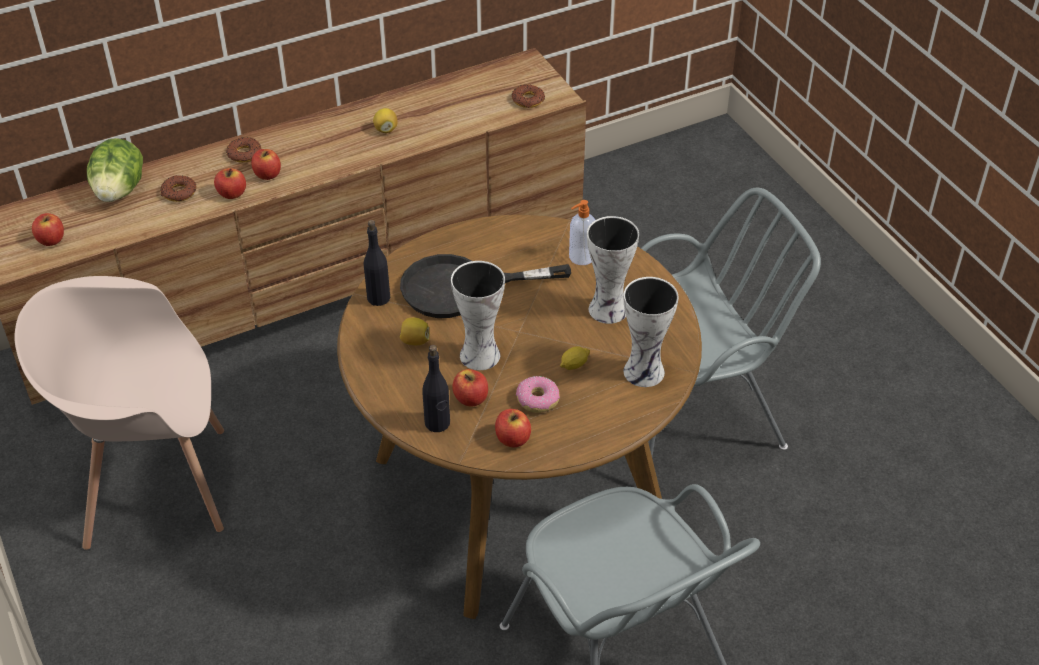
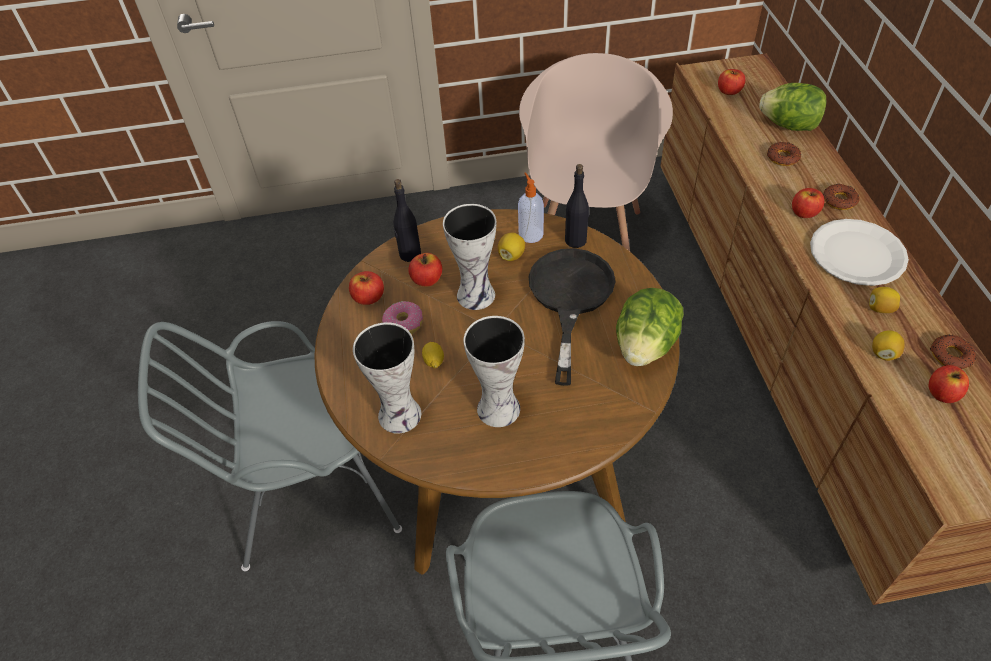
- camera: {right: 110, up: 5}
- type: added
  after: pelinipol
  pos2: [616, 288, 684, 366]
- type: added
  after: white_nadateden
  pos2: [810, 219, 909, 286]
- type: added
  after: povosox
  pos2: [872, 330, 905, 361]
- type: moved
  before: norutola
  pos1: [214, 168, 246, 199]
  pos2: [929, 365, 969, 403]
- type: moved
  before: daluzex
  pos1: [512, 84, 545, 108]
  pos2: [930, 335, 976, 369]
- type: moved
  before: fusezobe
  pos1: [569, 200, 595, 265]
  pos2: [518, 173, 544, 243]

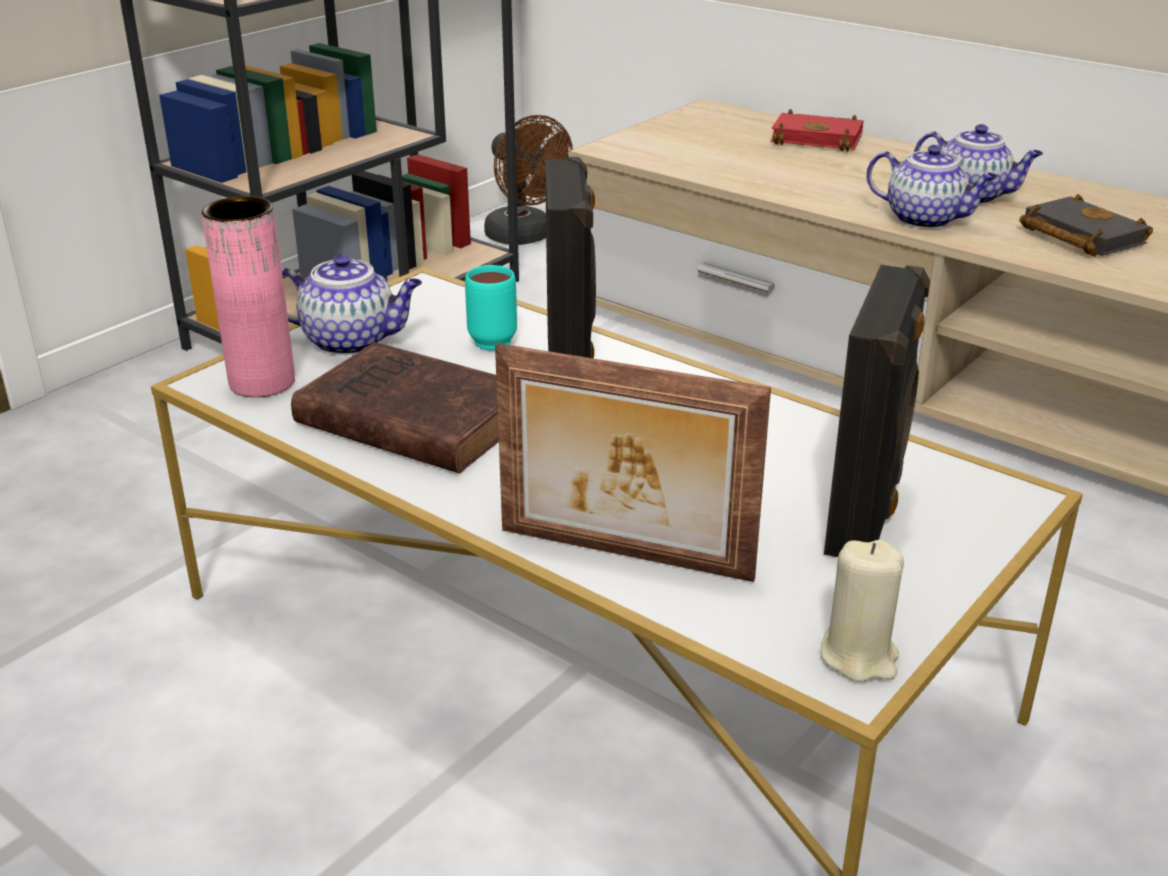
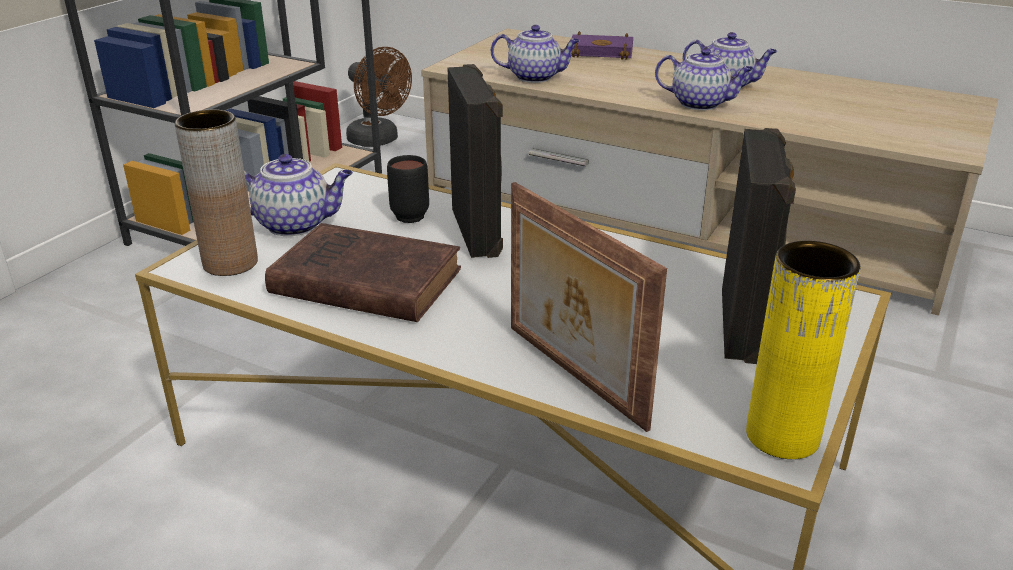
- camera: {right: -10, up: 0}
- type: removed
  before: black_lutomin
  pos1: [1019, 194, 1153, 257]
- type: added
  after: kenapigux
  pos2: [491, 25, 580, 83]
- type: replaced
  before: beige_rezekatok
  after: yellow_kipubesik
  pos1: [820, 540, 904, 682]
  pos2: [746, 241, 861, 459]
- type: recoloured
  before: pink_kipubesik
  after: brown_kipubesik
  pos1: [201, 196, 295, 397]
  pos2: [175, 110, 258, 276]
- type: recoloured
  before: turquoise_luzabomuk
  after: black_luzabomuk
  pos1: [465, 265, 517, 351]
  pos2: [387, 155, 429, 223]
- type: recoloured
  before: red_lutomin
  after: purple_lutomin
  pos1: [771, 109, 863, 151]
  pos2: [571, 31, 633, 60]
- type: turned
  before: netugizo
  pos1: [495, 343, 771, 582]
  pos2: [511, 182, 667, 432]
  turn: 45

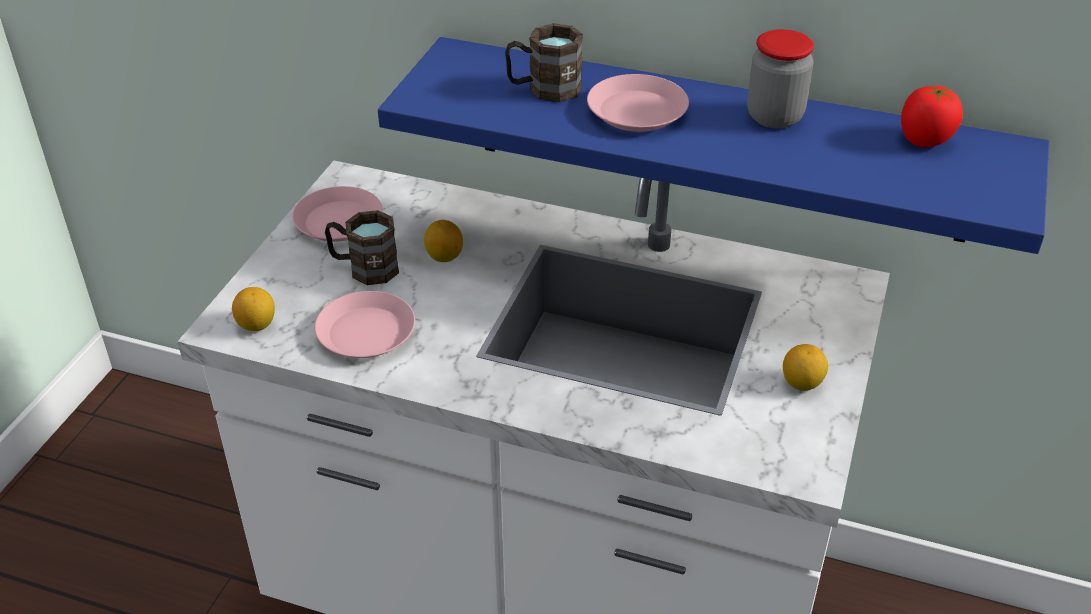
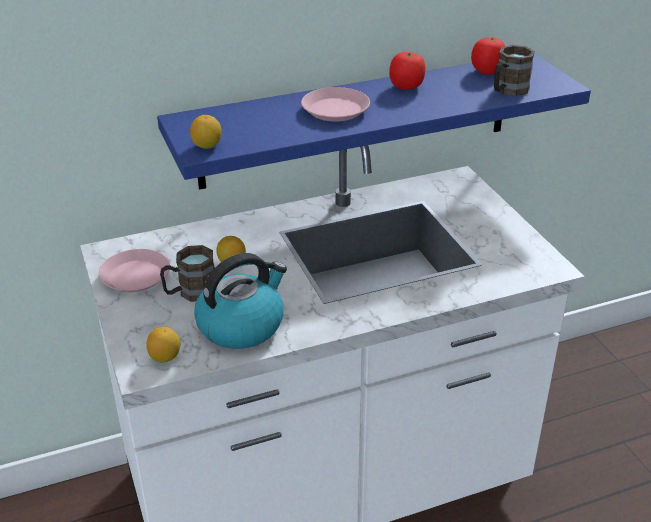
- camera: {right: -40, up: -5}
- type: moved
  before: brown_luzabomuk
  pos1: [505, 23, 583, 102]
  pos2: [494, 45, 535, 96]
- type: moved
  before: povosox
  pos1: [783, 344, 828, 391]
  pos2: [190, 115, 221, 149]
- type: replaced
  before: pink_nadateden
  after: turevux
  pos1: [315, 291, 415, 358]
  pos2: [194, 253, 287, 349]
- type: replaced
  before: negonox
  after: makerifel
  pos1: [747, 29, 814, 129]
  pos2: [389, 52, 426, 90]

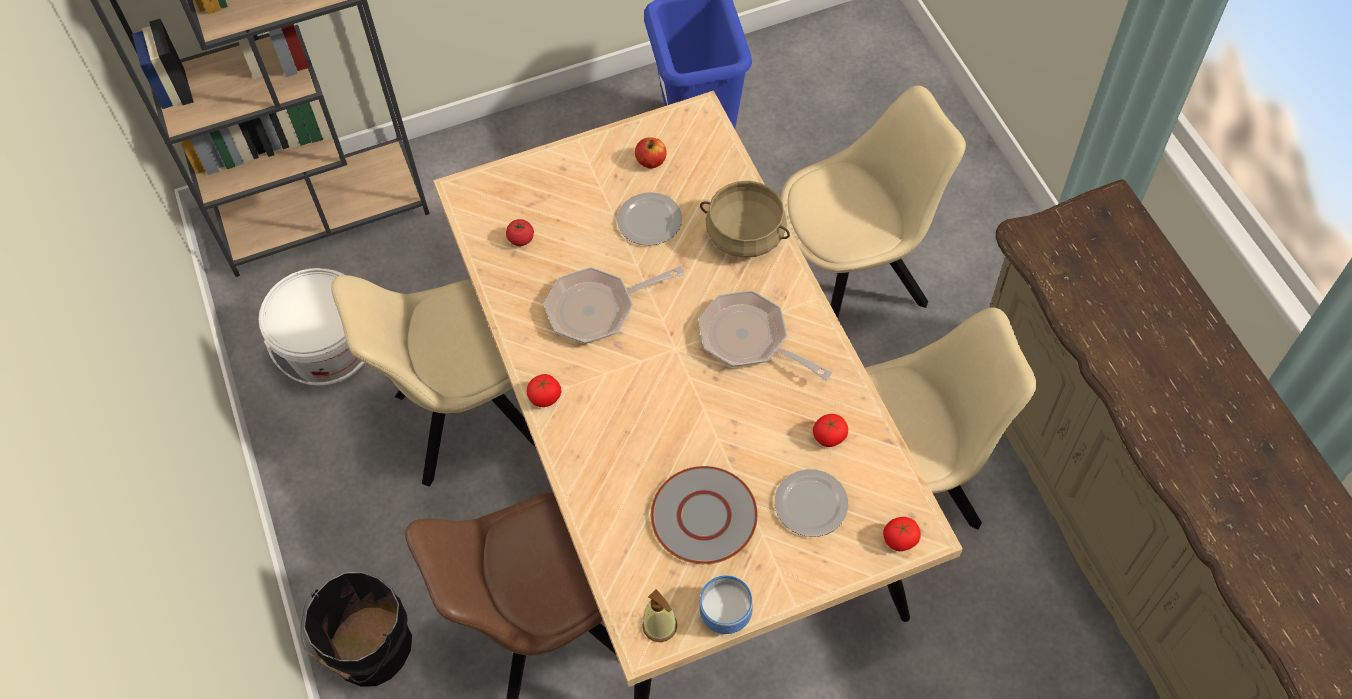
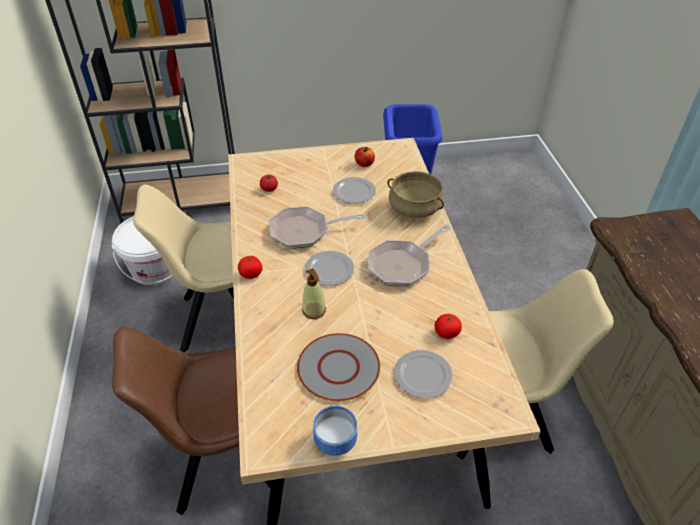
- camera: {right: 10, up: -15}
- type: removed
  before: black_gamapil
  pos1: [300, 572, 412, 687]
- type: removed
  before: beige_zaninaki
  pos1: [780, 85, 966, 318]
- type: removed
  before: makerifel
  pos1: [883, 517, 921, 551]
- type: added
  after: nadateden
  pos2: [305, 251, 354, 286]
- type: moved
  before: fusezobe
  pos1: [642, 589, 677, 642]
  pos2: [302, 268, 326, 319]
- type: turned
  before: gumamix
  pos1: [699, 291, 832, 381]
  pos2: [368, 224, 452, 286]
  turn: -90

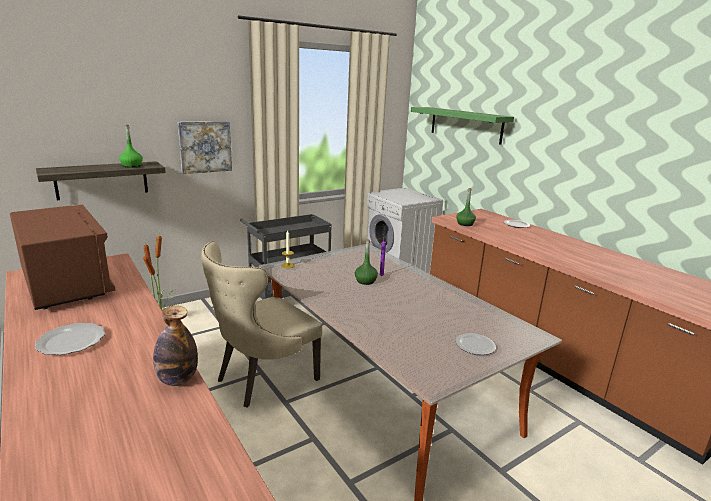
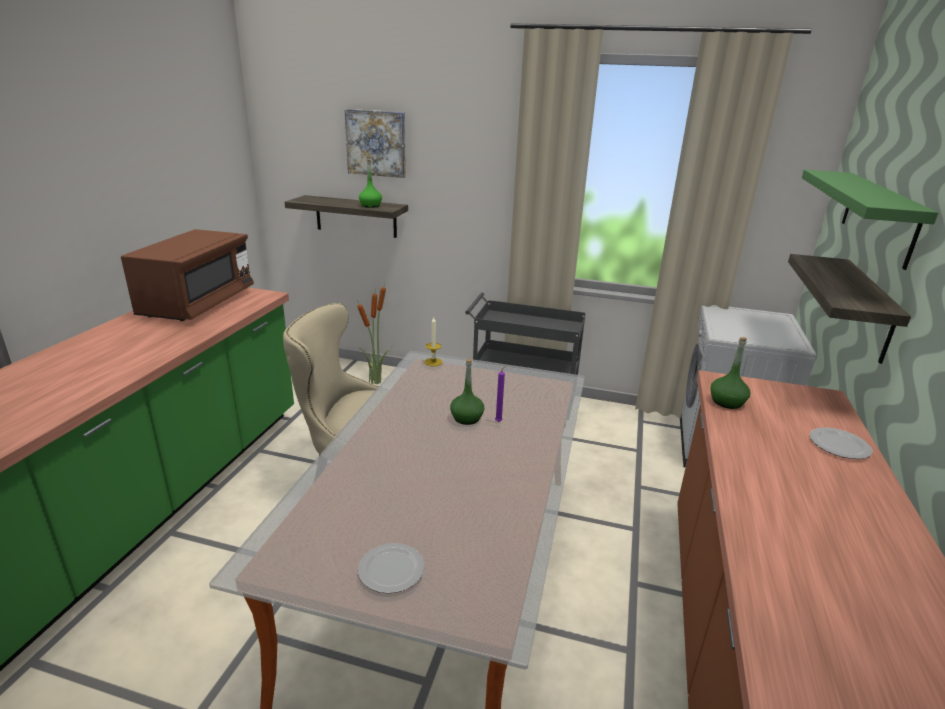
- camera: {right: 50, up: 5}
- type: removed
  before: nadateden
  pos1: [35, 323, 105, 355]
- type: removed
  before: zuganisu
  pos1: [153, 306, 198, 386]
- type: added
  after: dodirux
  pos2: [788, 254, 911, 364]
- type: moved
  before: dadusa
  pos1: [178, 121, 232, 174]
  pos2: [345, 109, 406, 178]

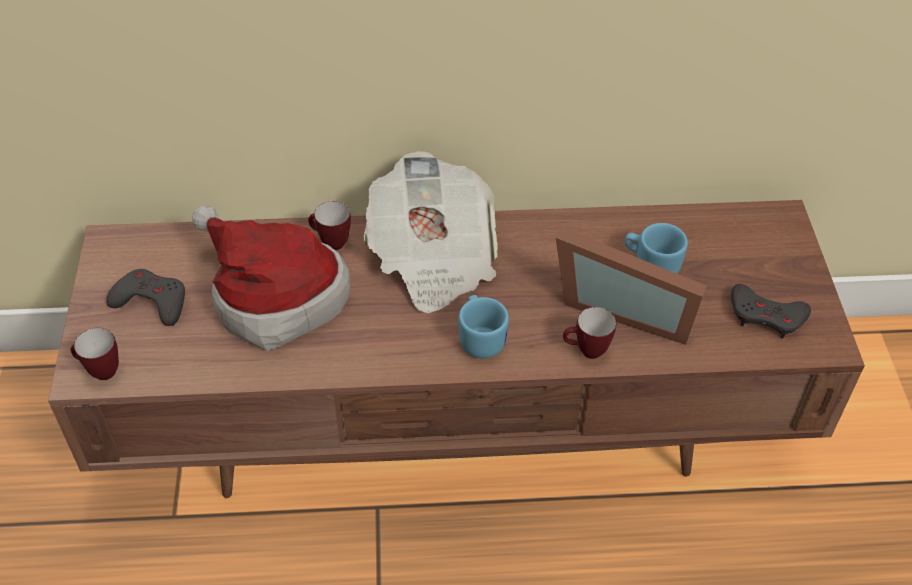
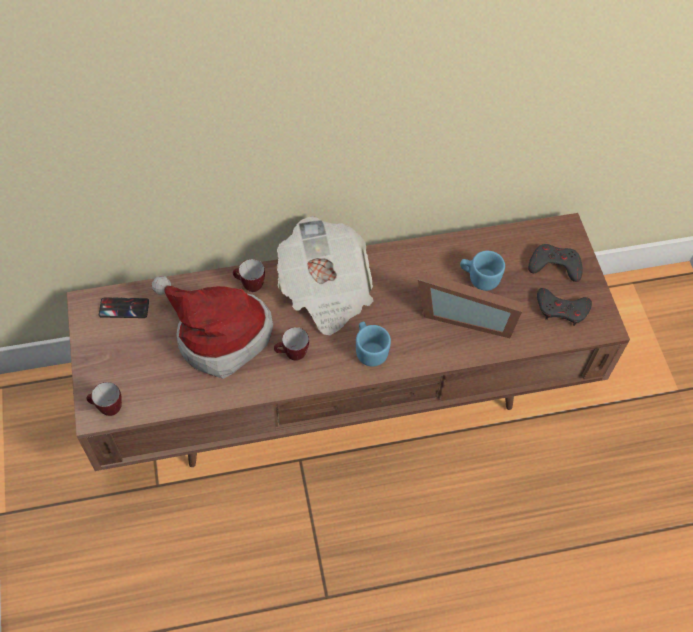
- camera: {right: -10, up: 10}
- type: added
  after: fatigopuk
  pos2: [99, 297, 149, 318]
- type: moved
  before: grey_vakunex
  pos1: [106, 269, 185, 326]
  pos2: [528, 244, 583, 282]
- type: moved
  before: luzabomuk
  pos1: [563, 307, 616, 359]
  pos2: [274, 327, 309, 361]

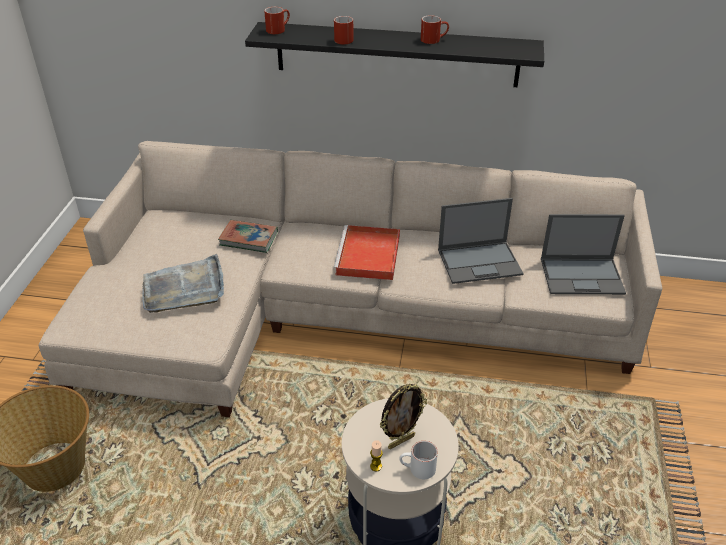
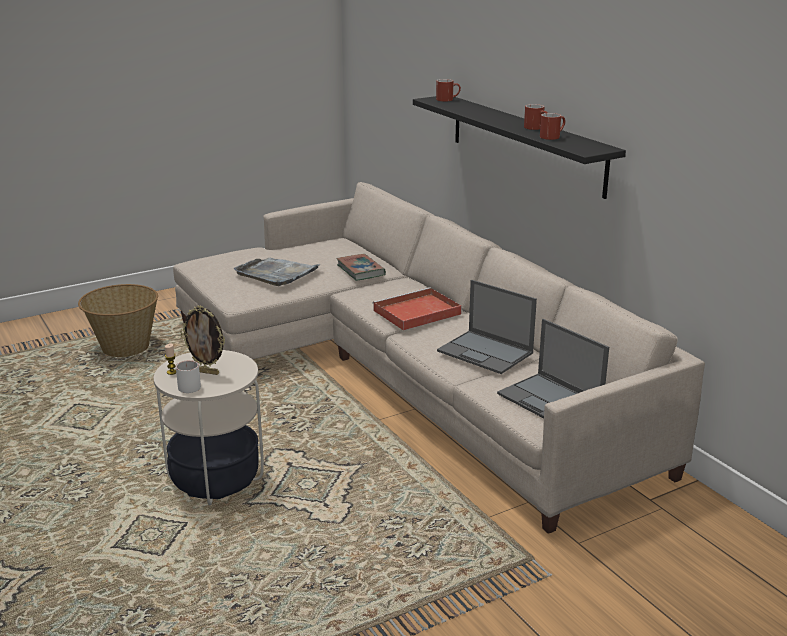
- camera: {right: 50, up: -15}
- type: moved
  before: red_luzabomuk
  pos1: [334, 16, 354, 44]
  pos2: [540, 113, 565, 140]

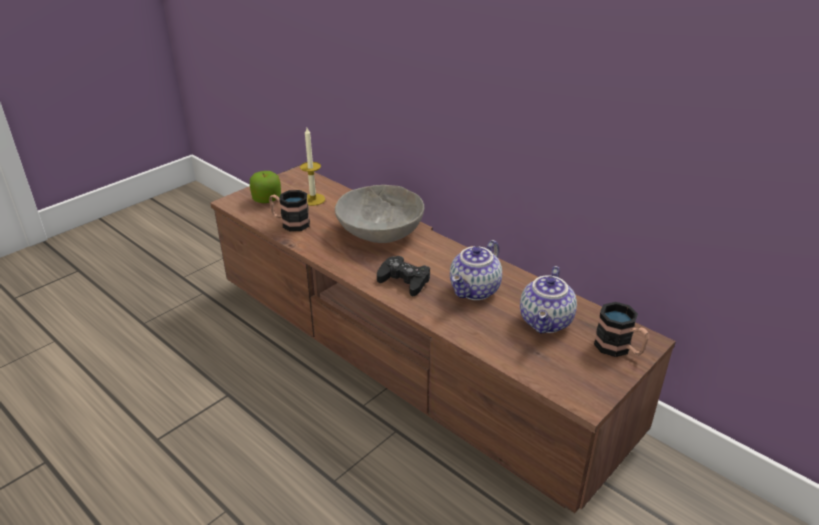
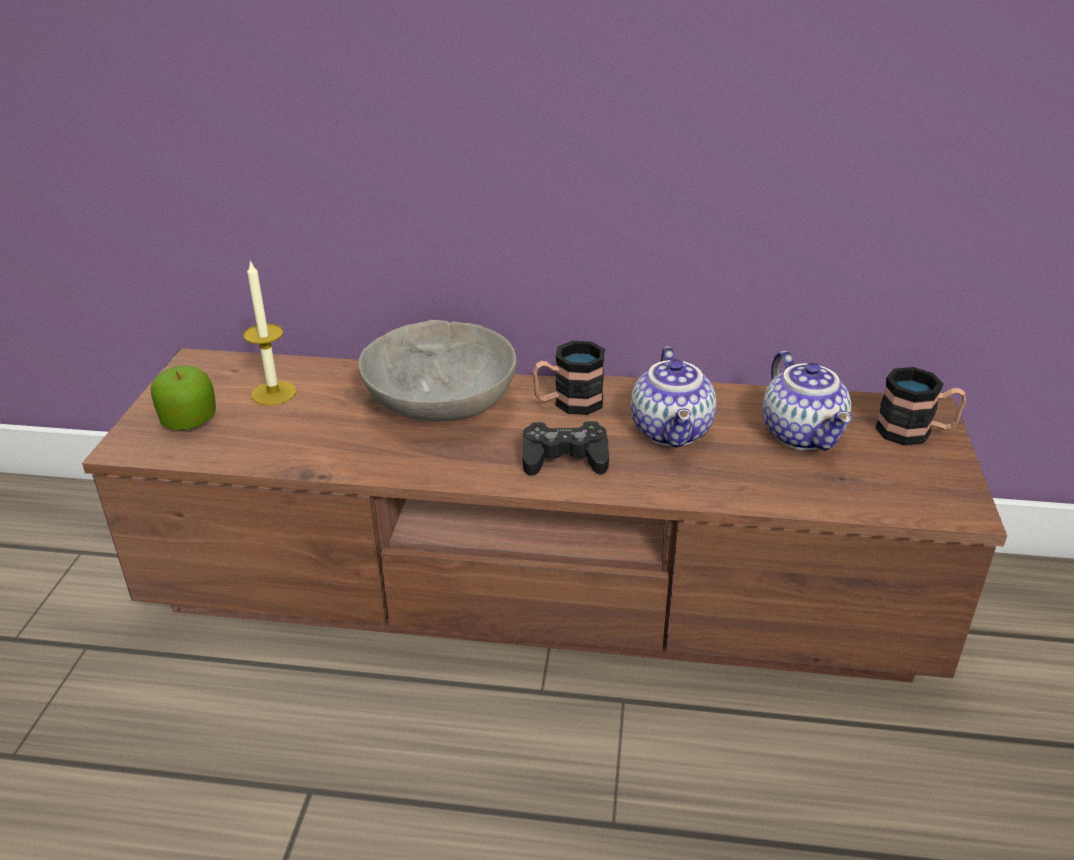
- camera: {right: -35, up: 0}
- type: moved
  before: luzabomuk
  pos1: [269, 190, 310, 232]
  pos2: [533, 341, 605, 415]

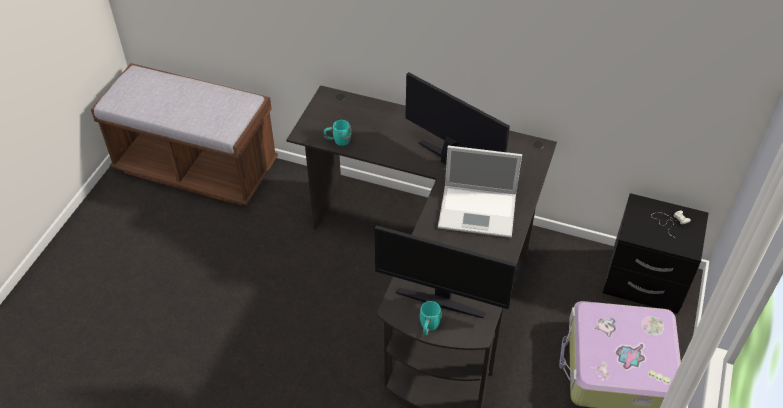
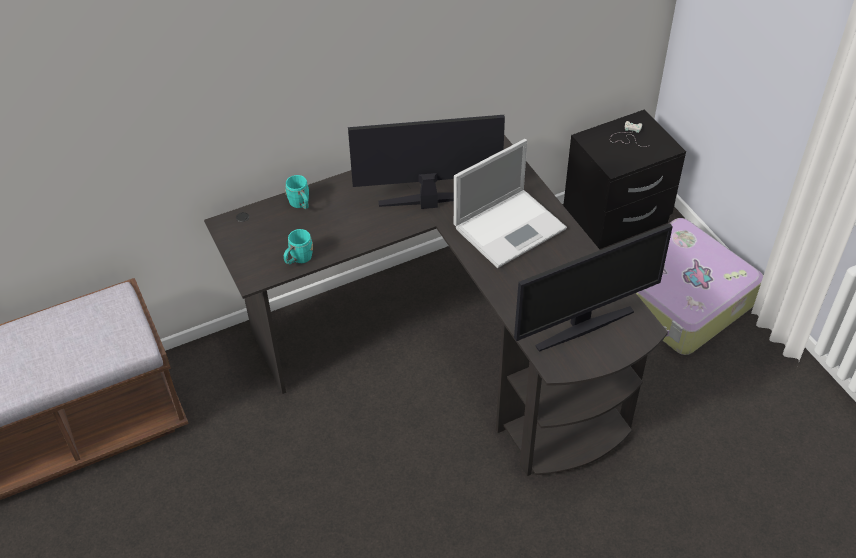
- camera: {right: -45, up: 0}
- type: moved
  before: turquoise_luzabomuk
  pos1: [420, 301, 442, 335]
  pos2: [285, 175, 309, 209]

